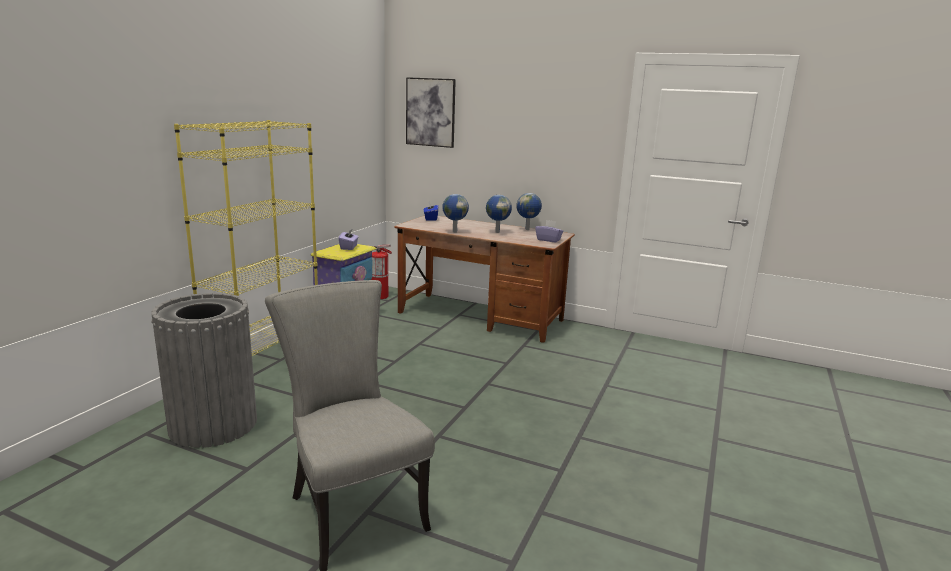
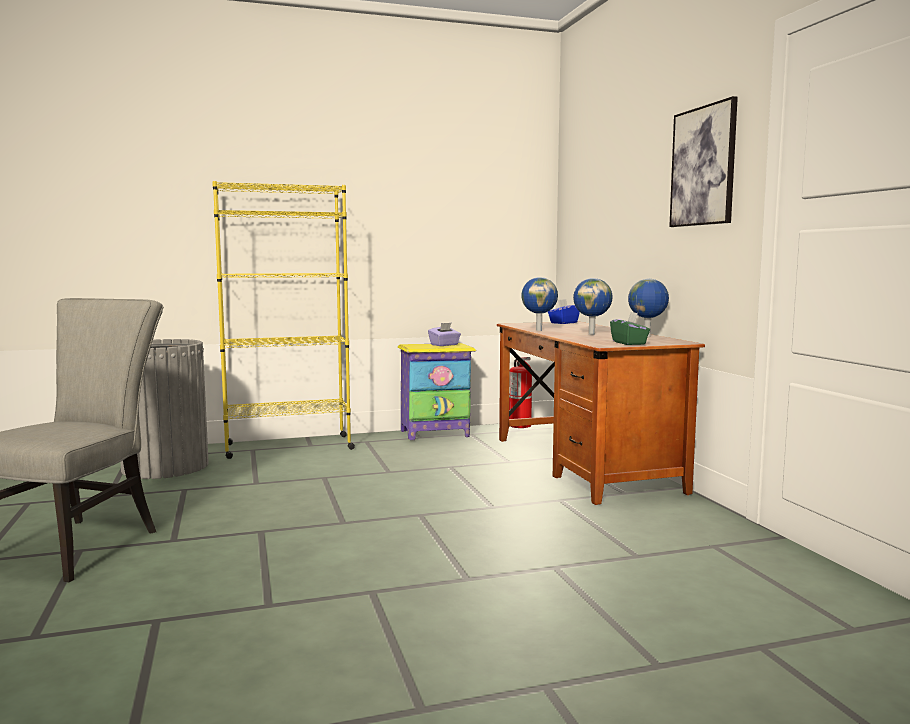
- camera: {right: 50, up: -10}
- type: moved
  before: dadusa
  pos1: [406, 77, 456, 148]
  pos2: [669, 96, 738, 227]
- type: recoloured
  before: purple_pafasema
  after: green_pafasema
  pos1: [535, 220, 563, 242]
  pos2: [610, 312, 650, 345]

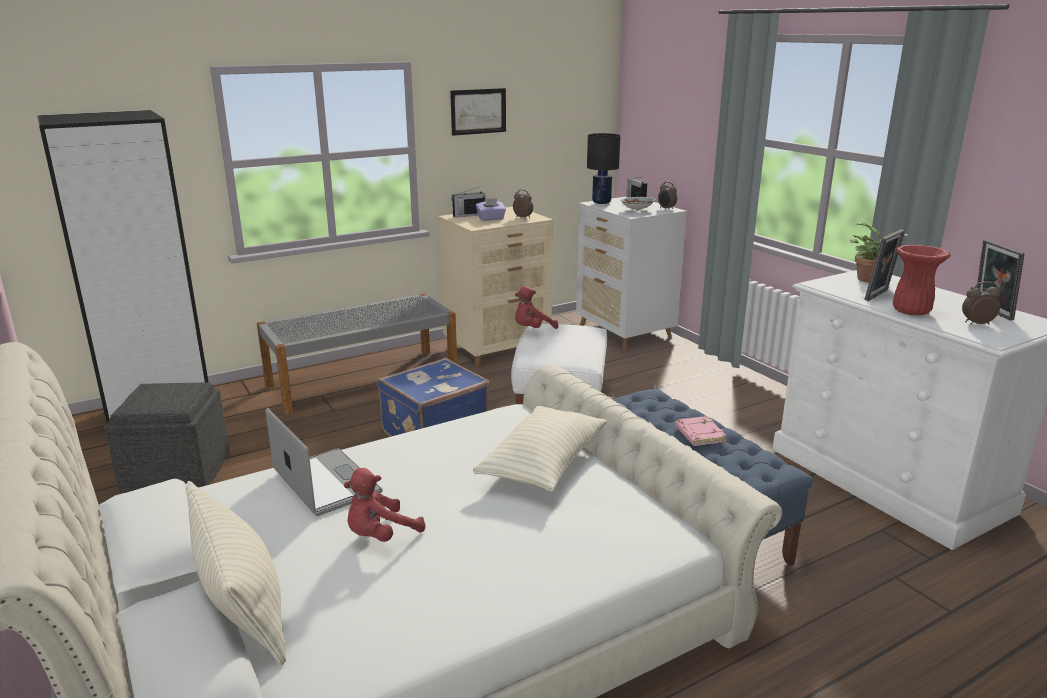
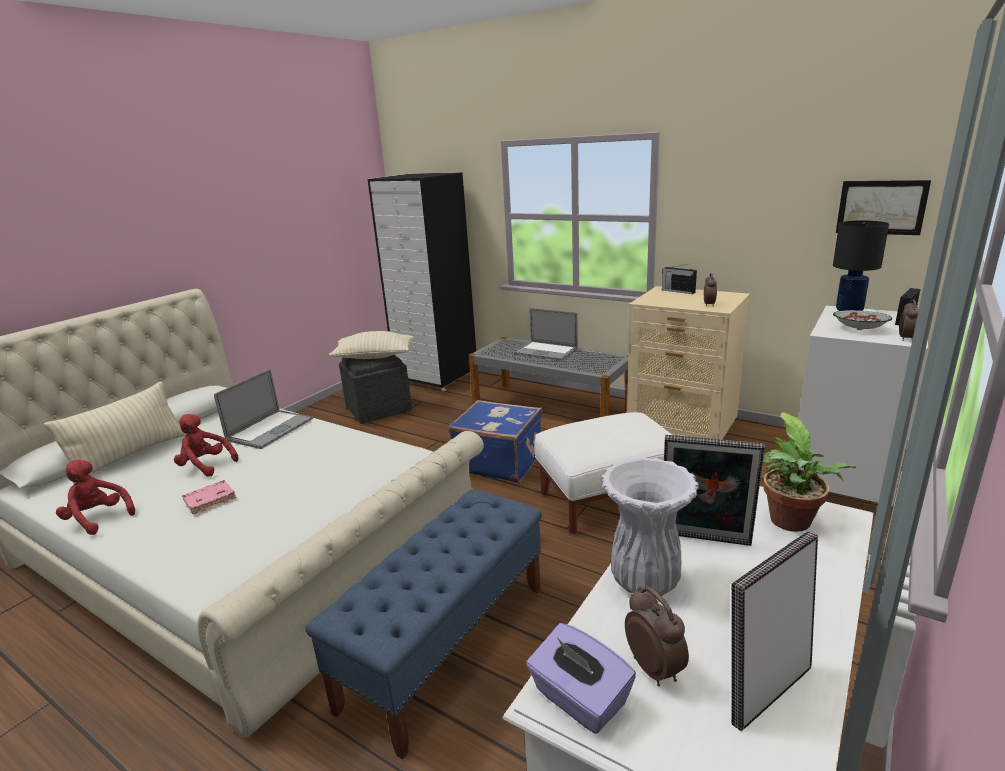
- camera: {right: 65, up: 0}
- type: added
  after: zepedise
  pos2: [514, 308, 578, 361]
- type: moved
  before: dadusa
  pos1: [450, 88, 506, 136]
  pos2: [836, 180, 931, 235]
- type: moved
  before: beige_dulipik
  pos1: [473, 406, 607, 491]
  pos2: [329, 331, 415, 359]
- type: moved
  before: purple_pafasema
  pos1: [476, 198, 506, 221]
  pos2: [526, 623, 636, 734]
- type: moved
  before: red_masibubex
  pos1: [515, 286, 558, 329]
  pos2: [56, 460, 135, 535]
- type: moved
  before: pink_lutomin
  pos1: [675, 416, 727, 446]
  pos2: [182, 480, 236, 514]
- type: recoloured
  before: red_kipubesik
  after: white_kipubesik
  pos1: [893, 245, 951, 316]
  pos2: [601, 457, 699, 596]

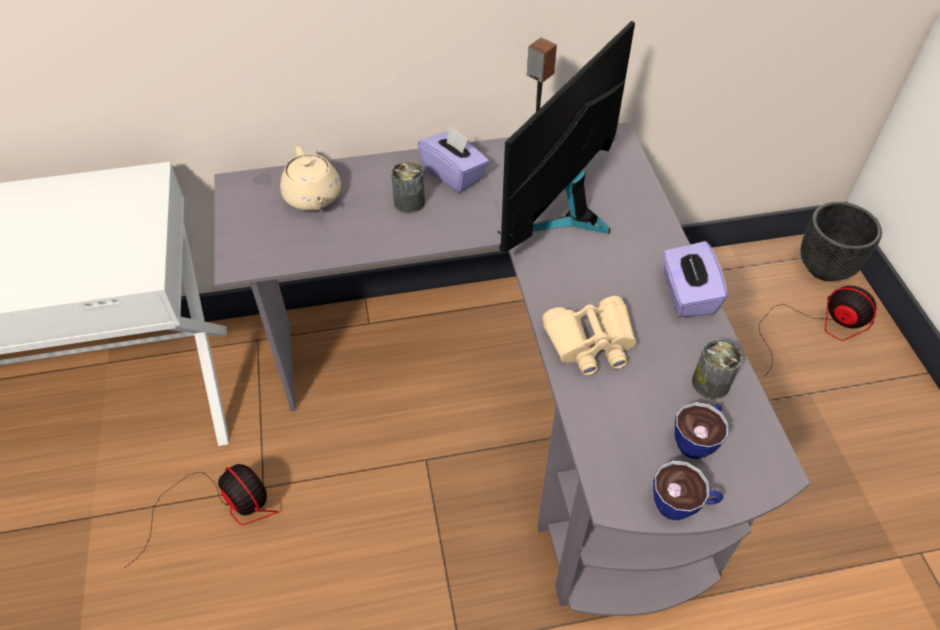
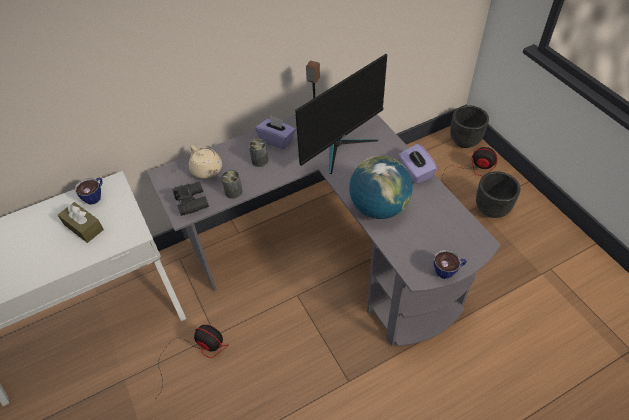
- camera: {right: -15, up: 0}
- type: added
  after: brown_pafasema
  pos2: [58, 202, 104, 243]
- type: added
  after: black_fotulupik
  pos2: [172, 182, 209, 216]
- type: added
  after: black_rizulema
  pos2: [476, 171, 521, 218]
- type: moved
  before: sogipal
  pos1: [675, 402, 729, 459]
  pos2: [74, 177, 103, 205]
- type: moved
  before: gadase
  pos1: [692, 339, 742, 399]
  pos2: [221, 170, 243, 199]
- type: replaced
  before: beige_fotulupik
  after: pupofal
  pos1: [542, 296, 636, 375]
  pos2: [349, 156, 413, 219]
- type: turned
  before: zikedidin
  pos1: [497, 21, 635, 253]
  pos2: [295, 54, 387, 174]
  turn: -150

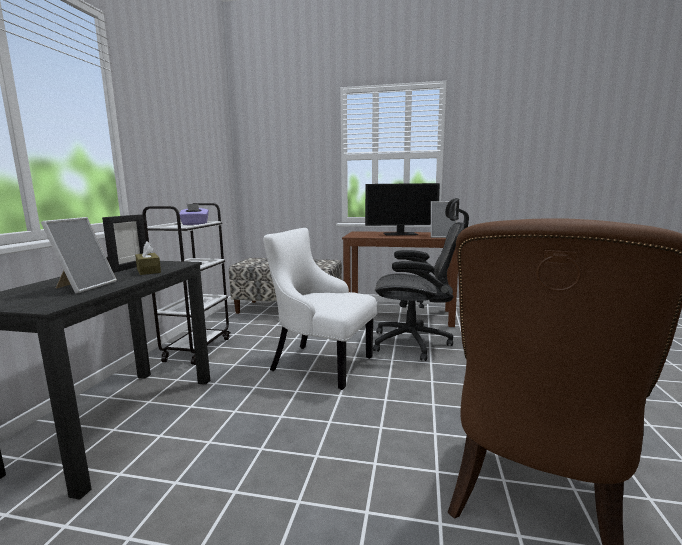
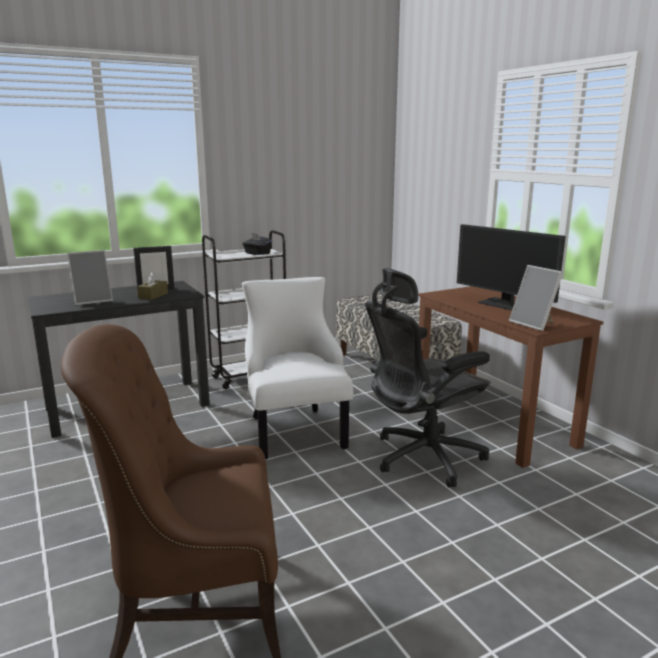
- camera: {right: 50, up: 5}
- type: recoloured
  before: purple_pafasema
  after: black_pafasema
  pos1: [179, 204, 209, 225]
  pos2: [242, 233, 272, 255]
- type: turned
  before: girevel
  pos1: [373, 198, 469, 361]
  pos2: [365, 268, 491, 487]
  turn: 90

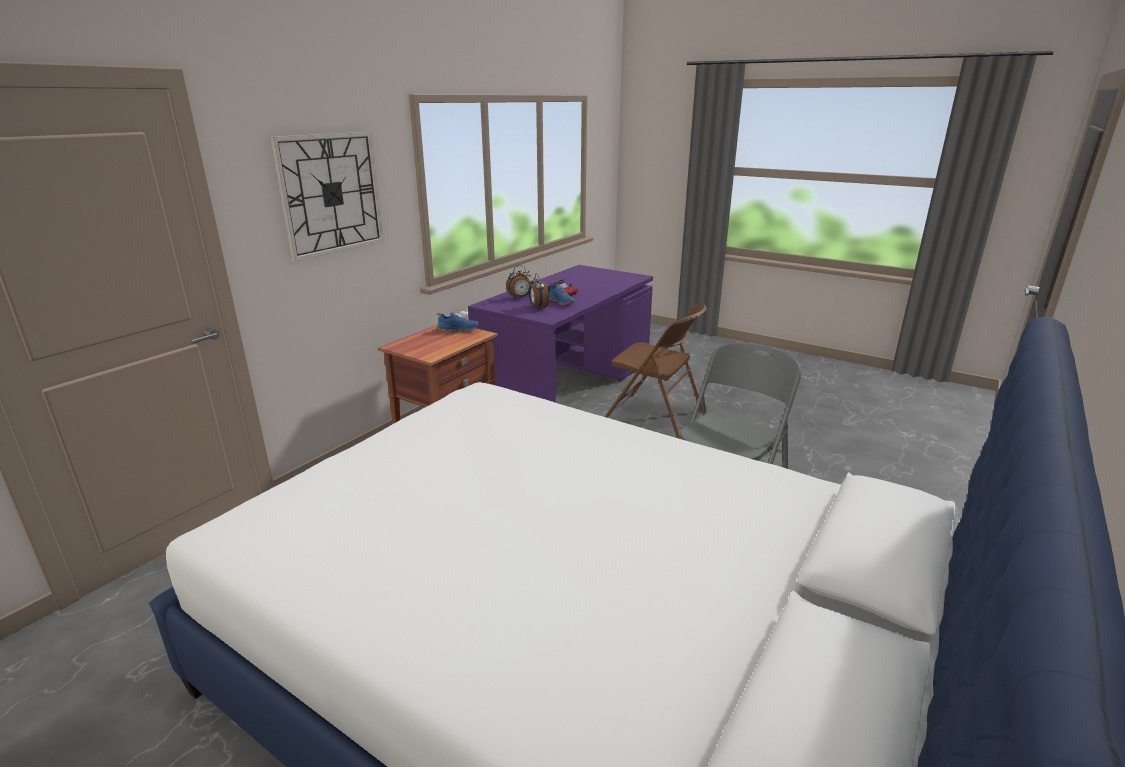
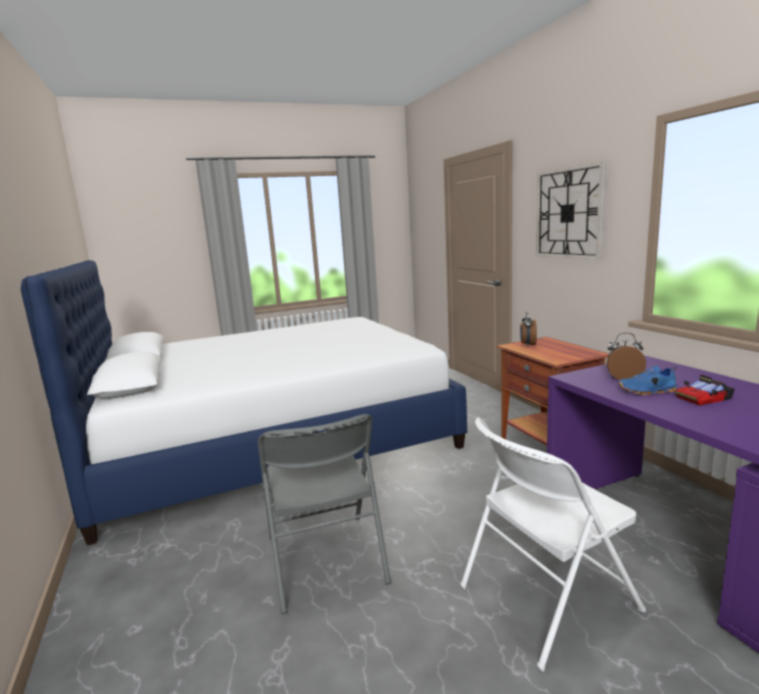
- camera: {right: 125, up: -10}
- type: removed
  before: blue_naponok
  pos1: [437, 312, 479, 332]
- type: moved
  before: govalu
  pos1: [506, 265, 531, 299]
  pos2: [520, 311, 537, 347]
- type: recoloured
  before: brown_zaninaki
  after: white_zaninaki
  pos1: [605, 303, 707, 439]
  pos2: [460, 417, 646, 672]

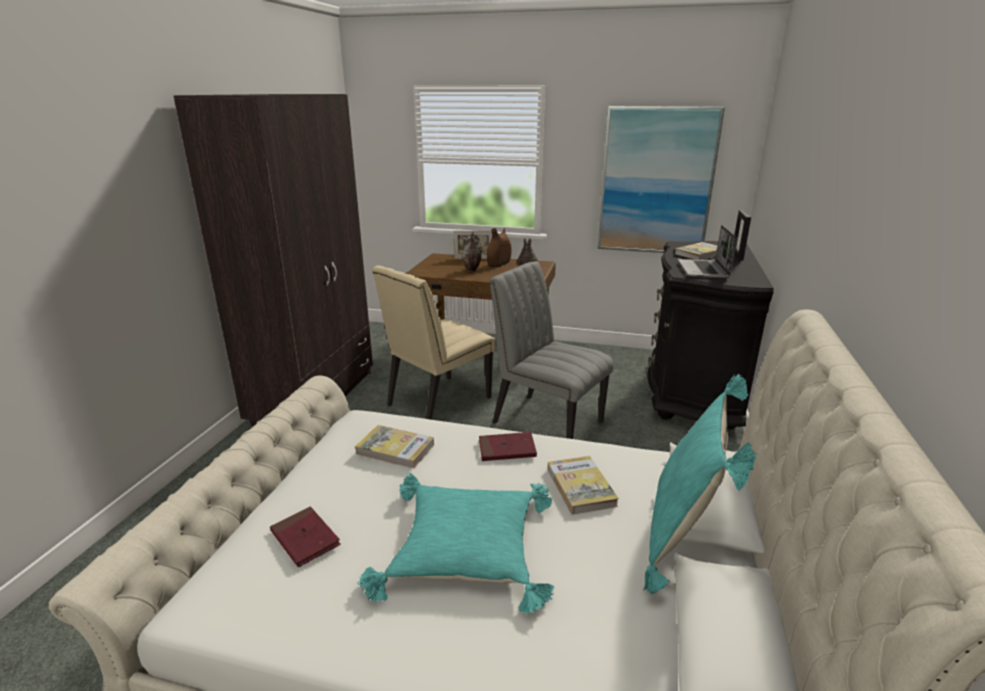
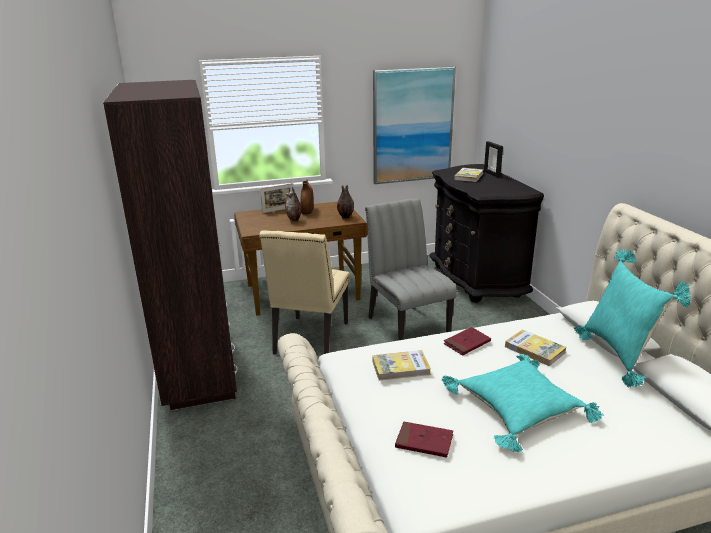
- camera: {right: -30, up: 0}
- type: removed
  before: zepedise
  pos1: [678, 225, 737, 279]
- type: turned
  before: grey_zaninaki
  pos1: [489, 261, 614, 439]
  pos2: [365, 199, 457, 341]
  turn: 60

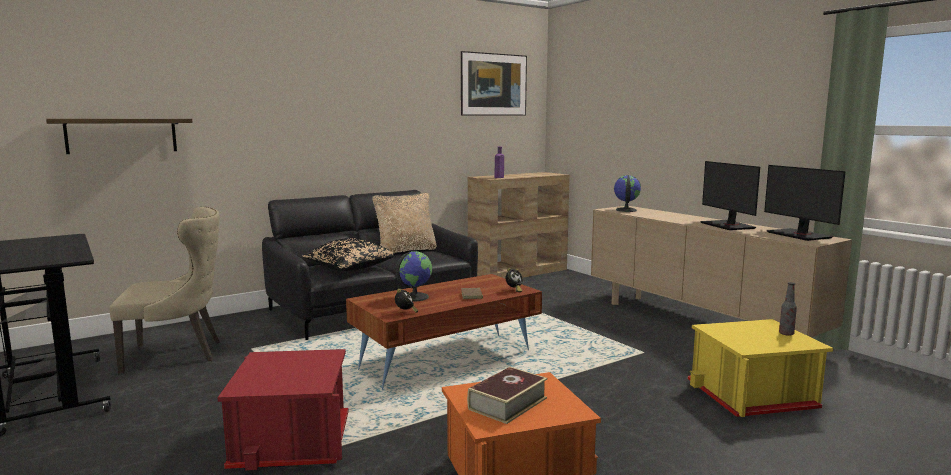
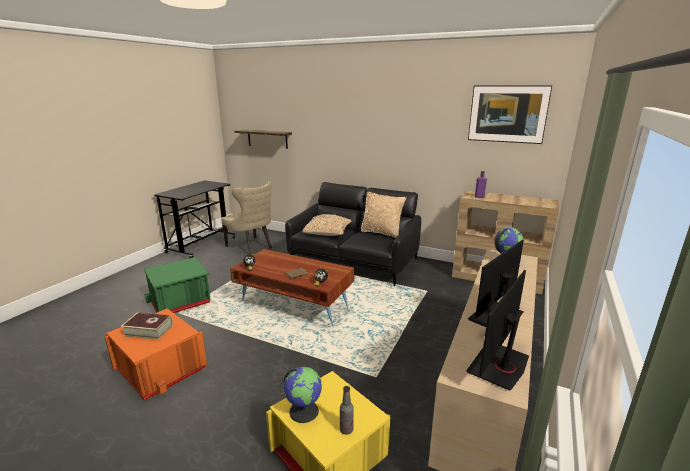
- camera: {right: 60, up: 10}
- type: moved
  before: pupofal
  pos1: [395, 251, 432, 301]
  pos2: [284, 367, 322, 423]
- type: recoloured
  before: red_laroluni
  after: green_laroluni
  pos1: [217, 349, 349, 471]
  pos2: [144, 257, 211, 313]
- type: recoloured
  before: black_dulipik
  after: beige_dulipik
  pos1: [302, 238, 394, 271]
  pos2: [302, 214, 352, 236]

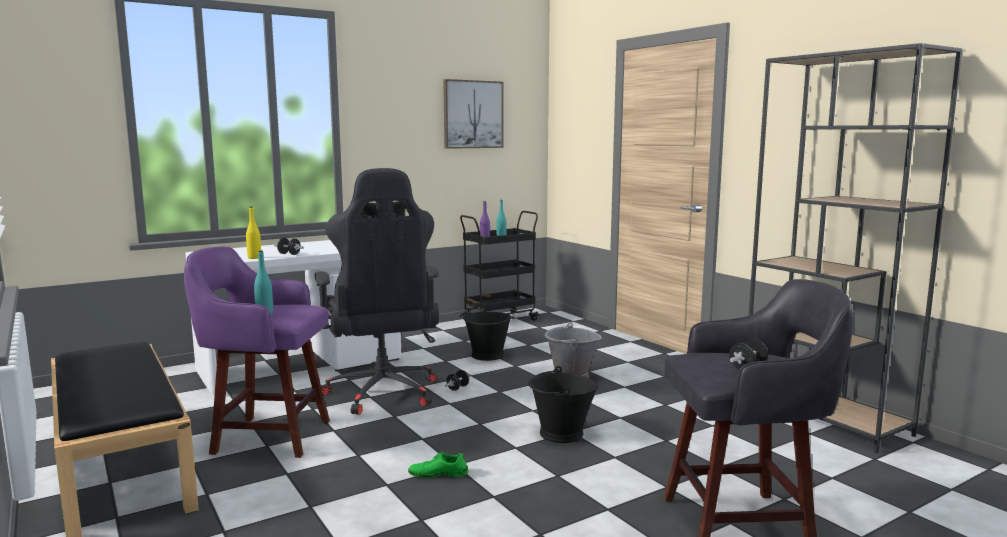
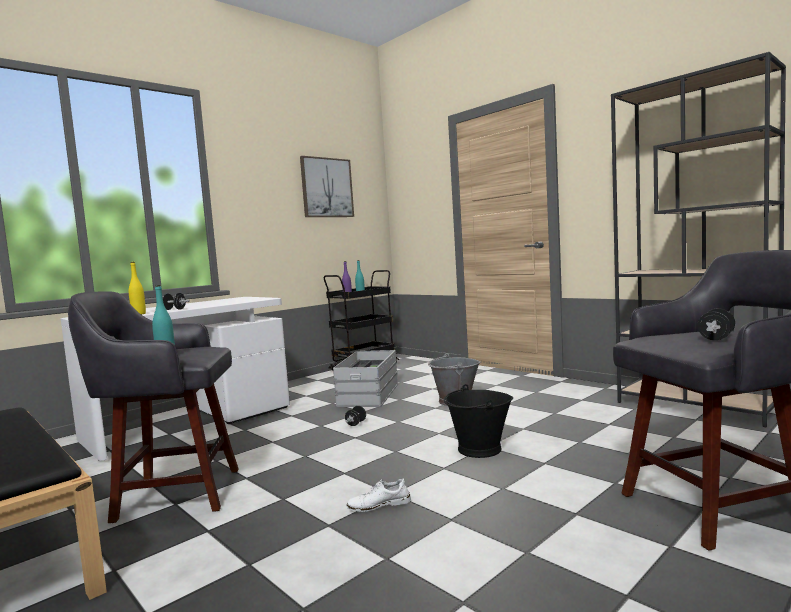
- camera: {right: -10, up: -5}
- type: removed
  before: black_girevel
  pos1: [315, 168, 439, 415]
- type: replaced
  before: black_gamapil
  after: grey_laroluni
  pos1: [463, 310, 511, 361]
  pos2: [333, 350, 398, 407]
- type: recoloured
  before: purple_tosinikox
  after: grey_tosinikox
  pos1: [184, 247, 330, 458]
  pos2: [68, 291, 239, 523]
- type: recoloured
  before: green_naponok
  after: white_naponok
  pos1: [408, 451, 468, 478]
  pos2: [347, 478, 411, 512]

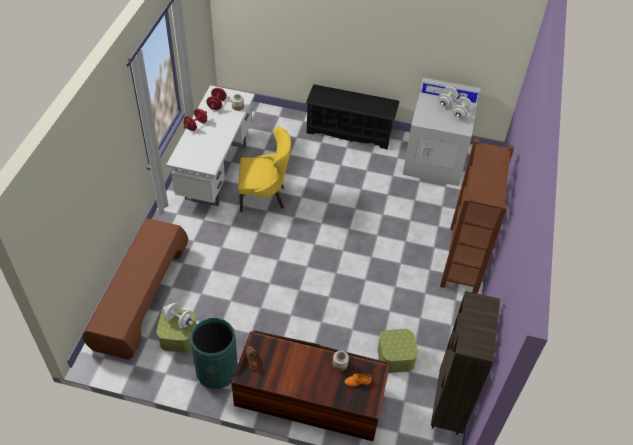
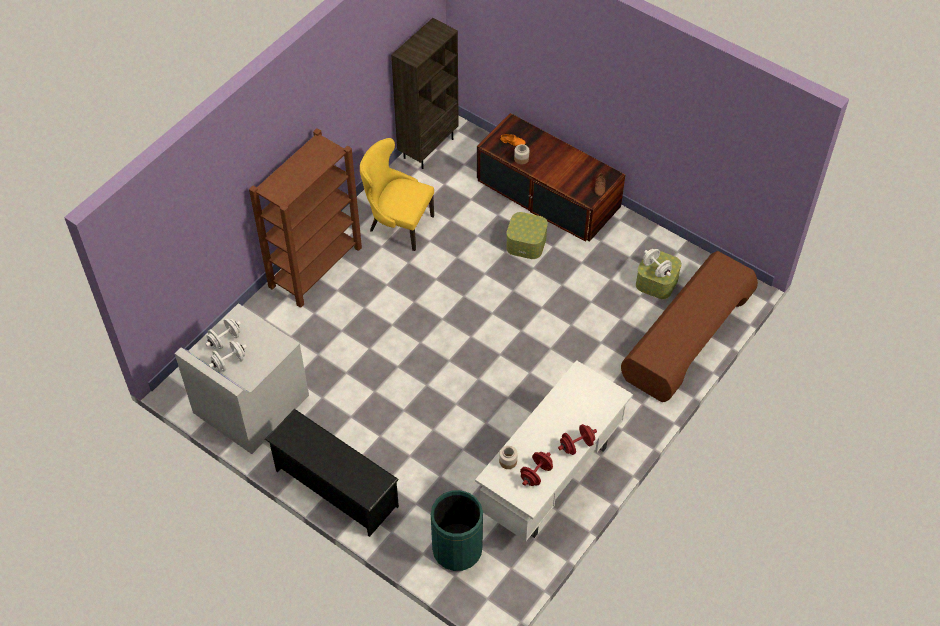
- camera: {right: -155, up: 5}
- type: moved
  before: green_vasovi
  pos1: [190, 318, 238, 389]
  pos2: [431, 490, 483, 571]
- type: moved
  before: yellow_zaninaki
  pos1: [238, 126, 291, 212]
  pos2: [360, 138, 434, 251]
- type: moved
  before: laroluni
  pos1: [377, 329, 418, 373]
  pos2: [506, 212, 548, 259]

